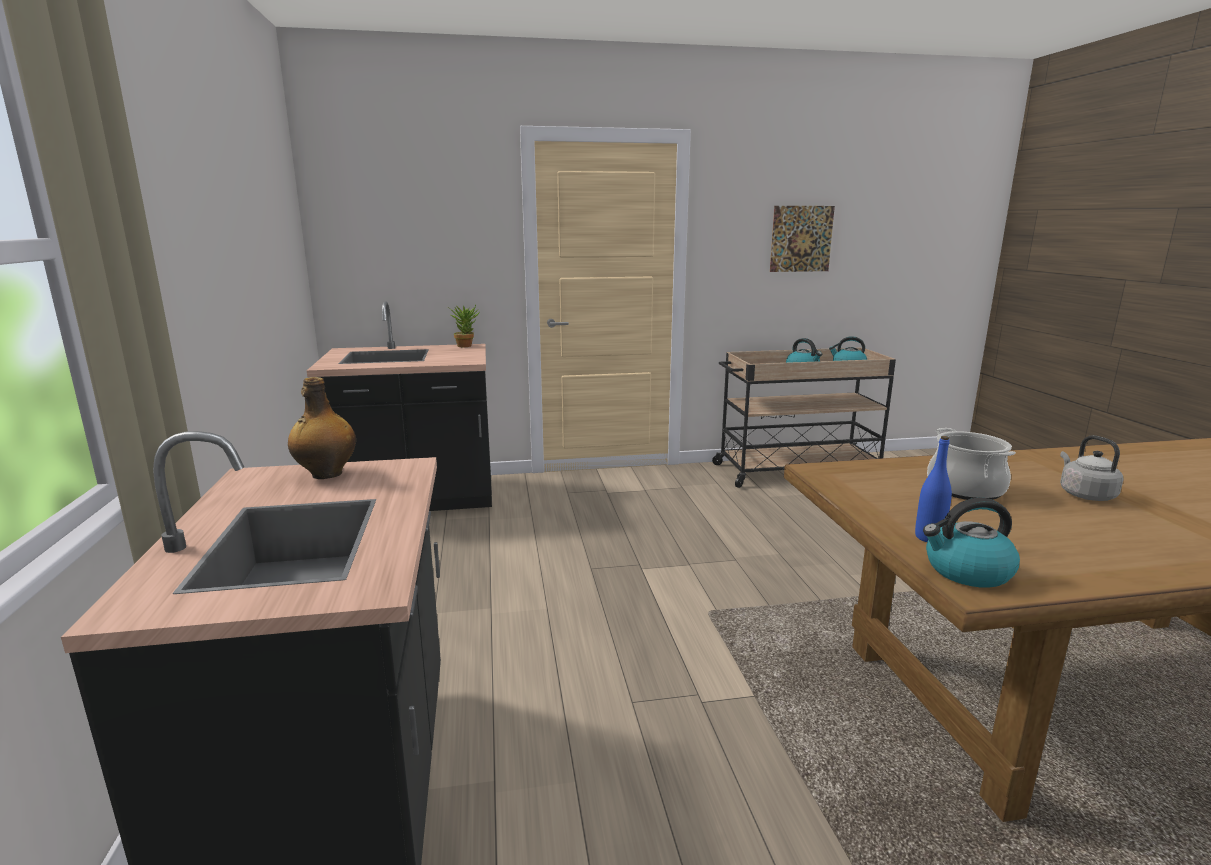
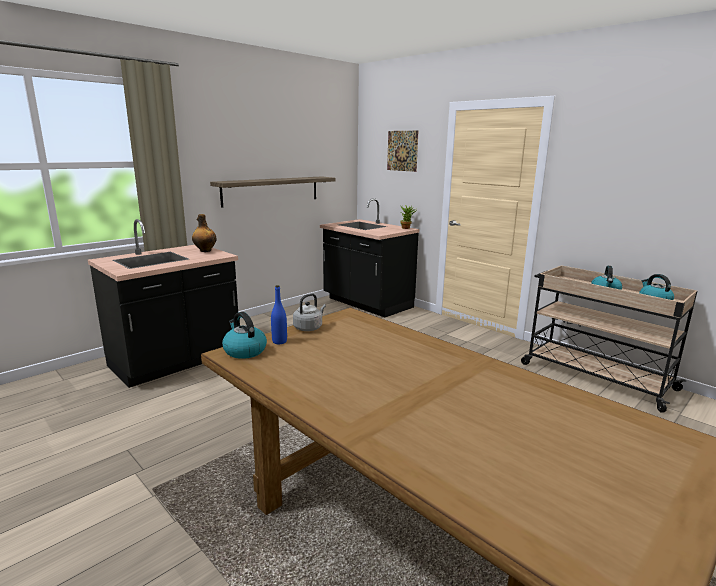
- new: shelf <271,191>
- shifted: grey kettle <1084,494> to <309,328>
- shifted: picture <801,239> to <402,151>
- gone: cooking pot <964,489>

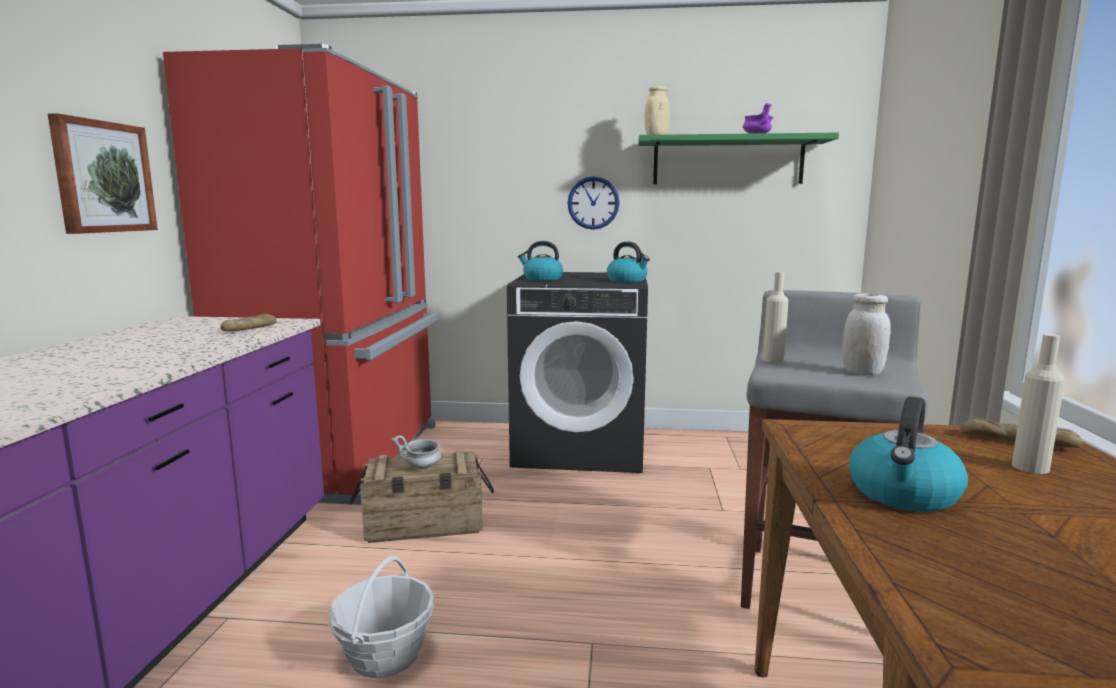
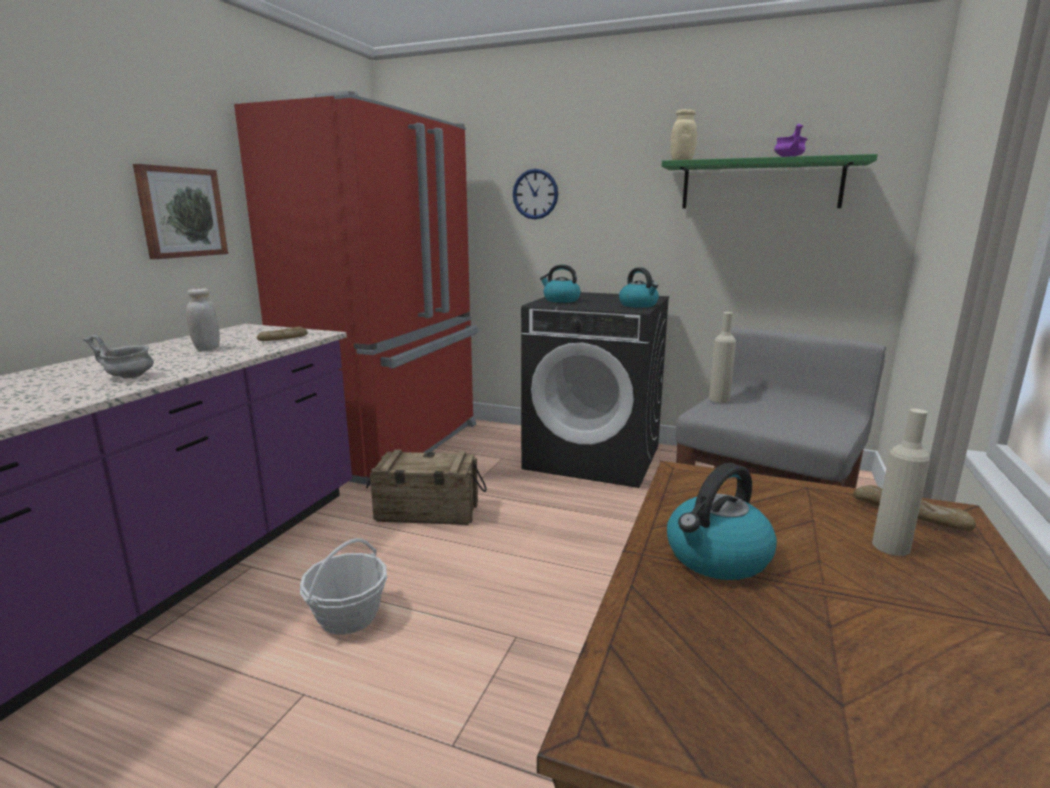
- shifted: grey bowl <422,467> to <128,377>
- shifted: white jar <862,372> to <207,348>
- shifted: wall clock <593,203> to <535,194>

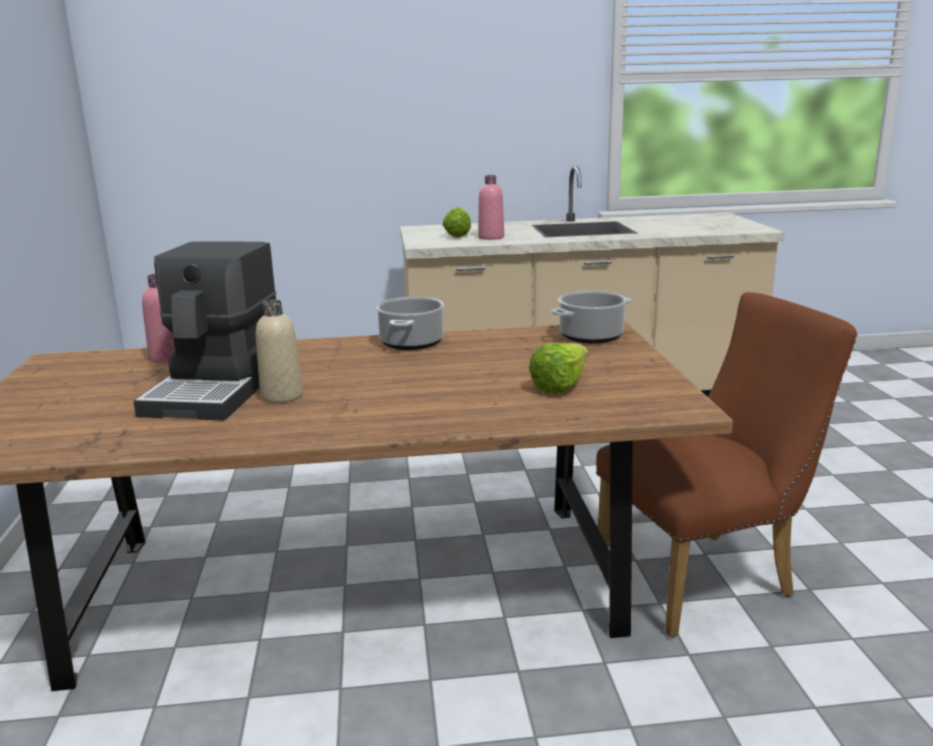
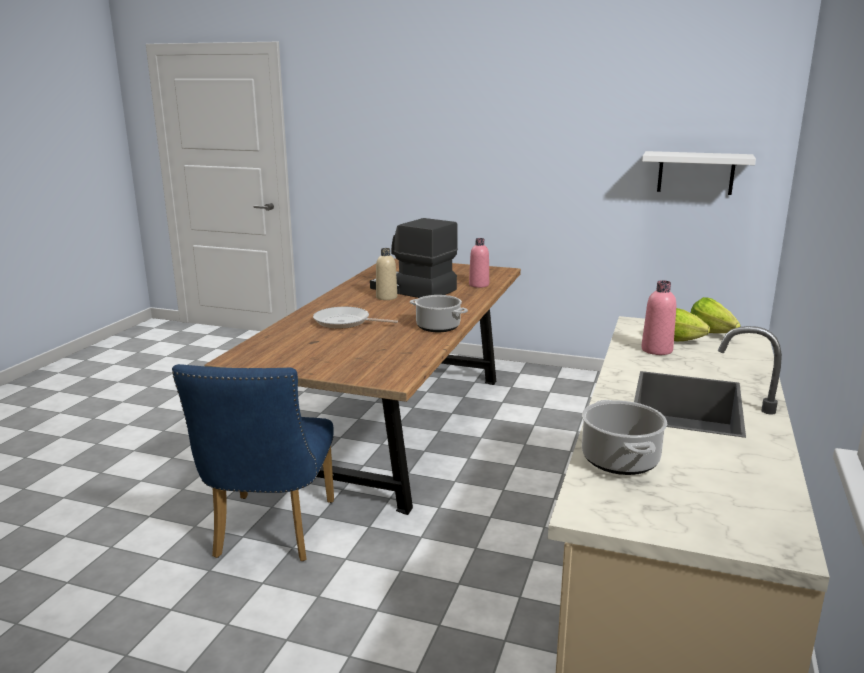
- repainted: brown chair <706,578> to blue chair <270,534>
- new: frying pan <345,322>
- shifted: cooking pot <590,337> to <619,459>
- new: white shelf <696,173>
- shifted: lettuce <565,385> to <714,335>

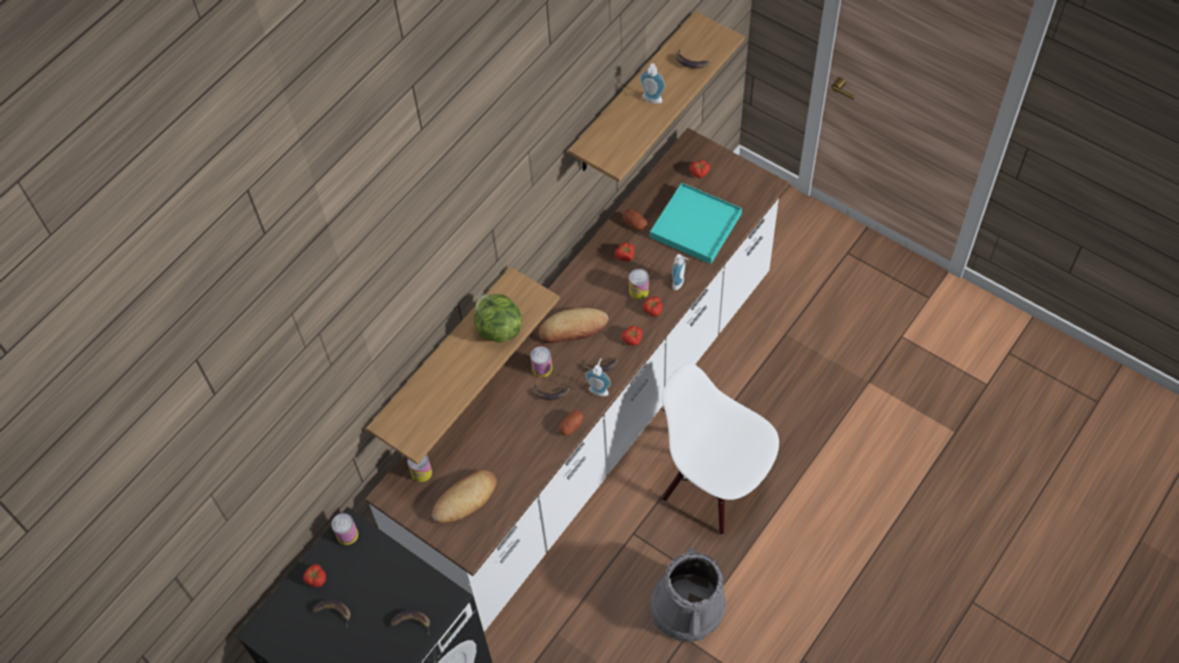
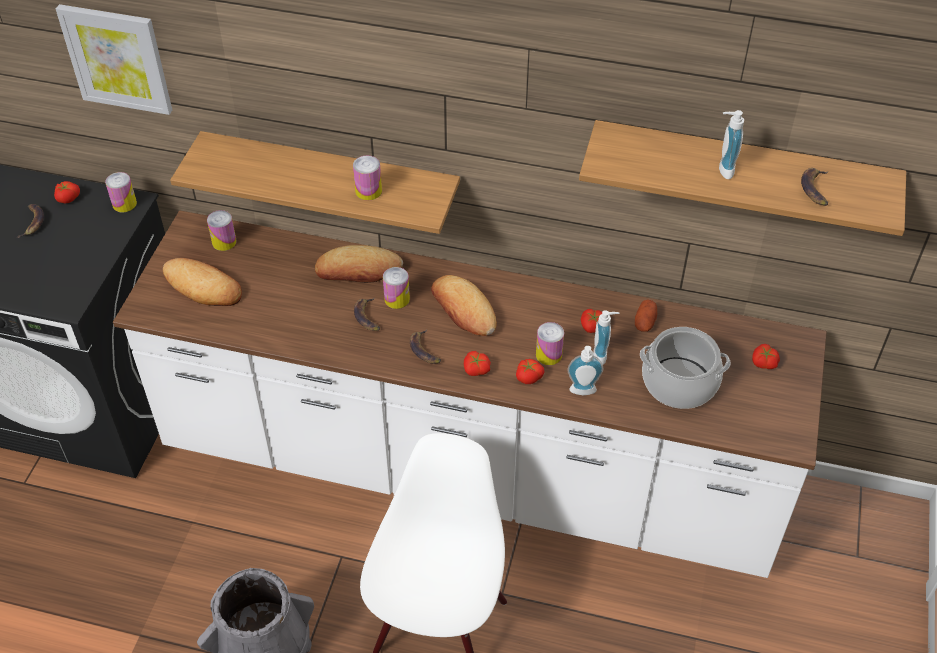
- new: picture <117,58>
- new: bread <358,270>
- swapped: lettuce <498,329> to can <368,191>
- shifted: soap dispenser <599,389> to <603,355>
- swapped: turquoise tray <695,225> to cooking pot <679,382>
- gone: banana <411,623>
- gone: potato <571,426>

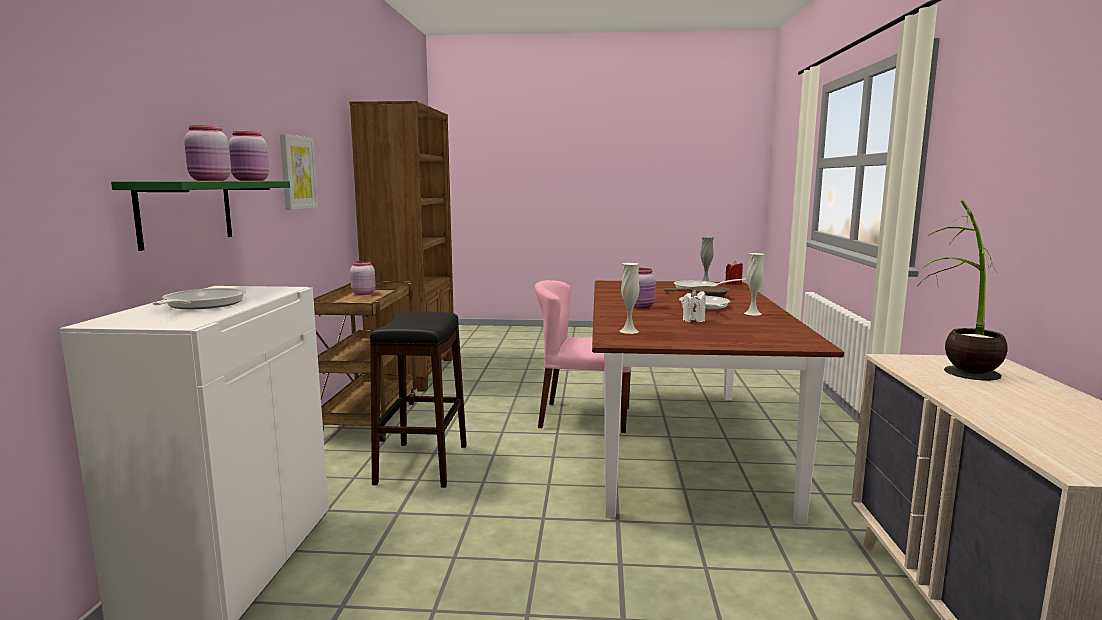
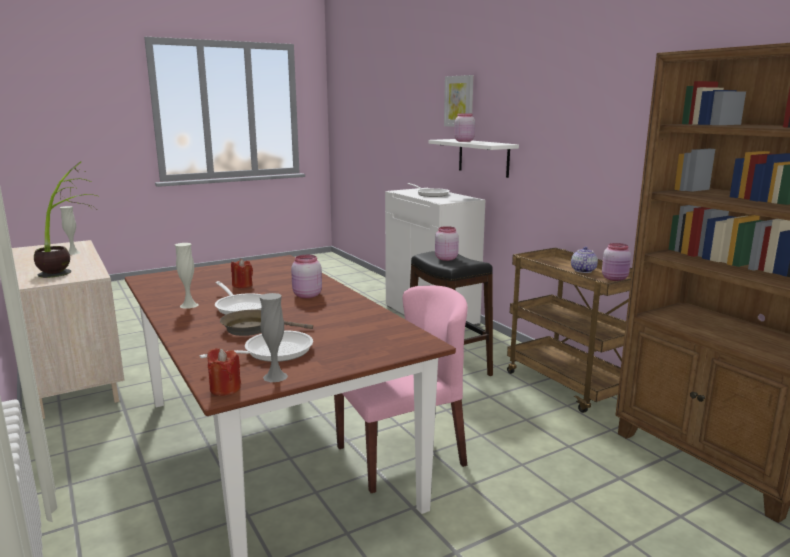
- shifted: white vase <629,331> to <73,253>
- repainted: white candle <693,320> to red candle <242,285>
- repainted: green shelf <186,212> to white shelf <483,157>
- shifted: pink jar <251,180> to <445,258>
- shifted: picture <297,172> to <459,101>
- new: teapot <583,270>

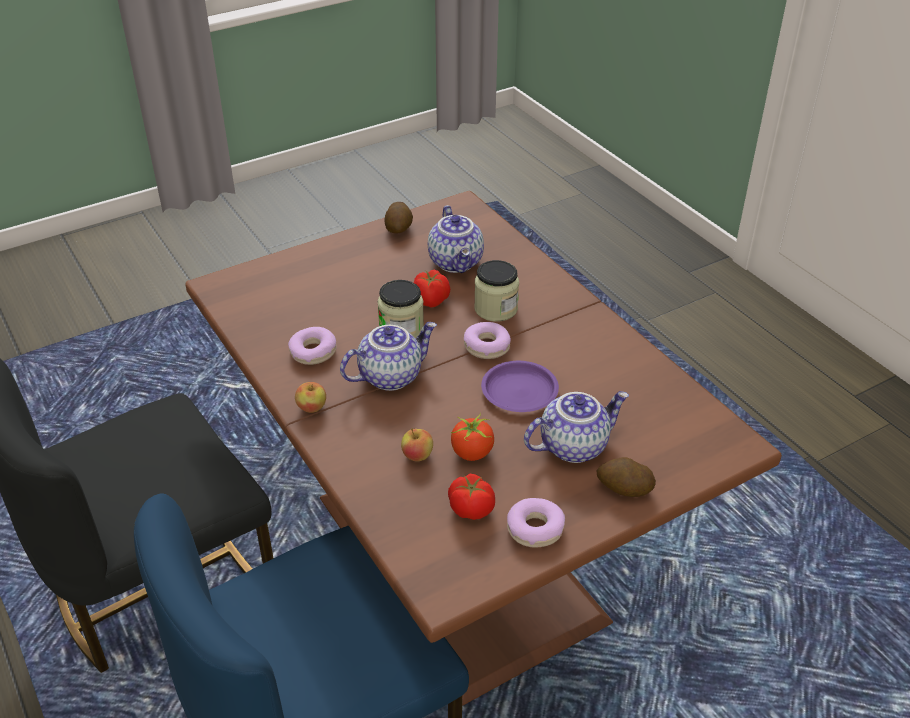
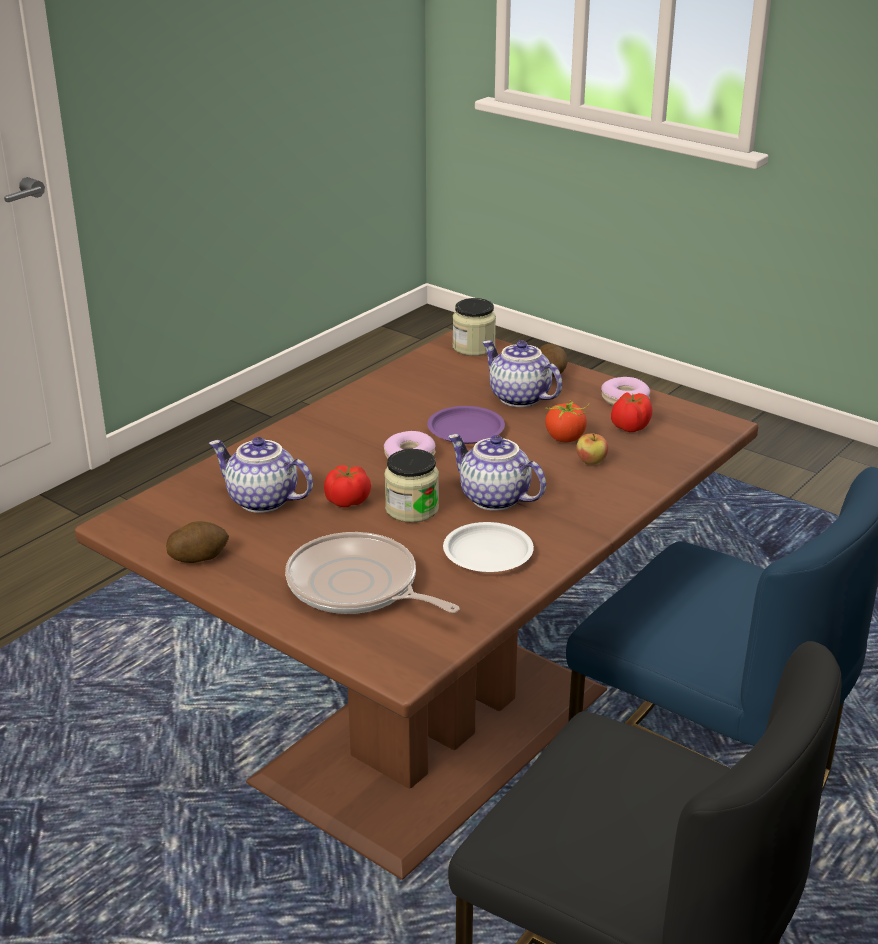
- rotated: teapot <457,262> = <261,501> 120 degrees counterclockwise
- new: frying pan <357,587>
- swapped: donut <313,352> to white plate <488,554>
- shifted: jar <496,309> to <473,347>
- gone: apple <312,408>

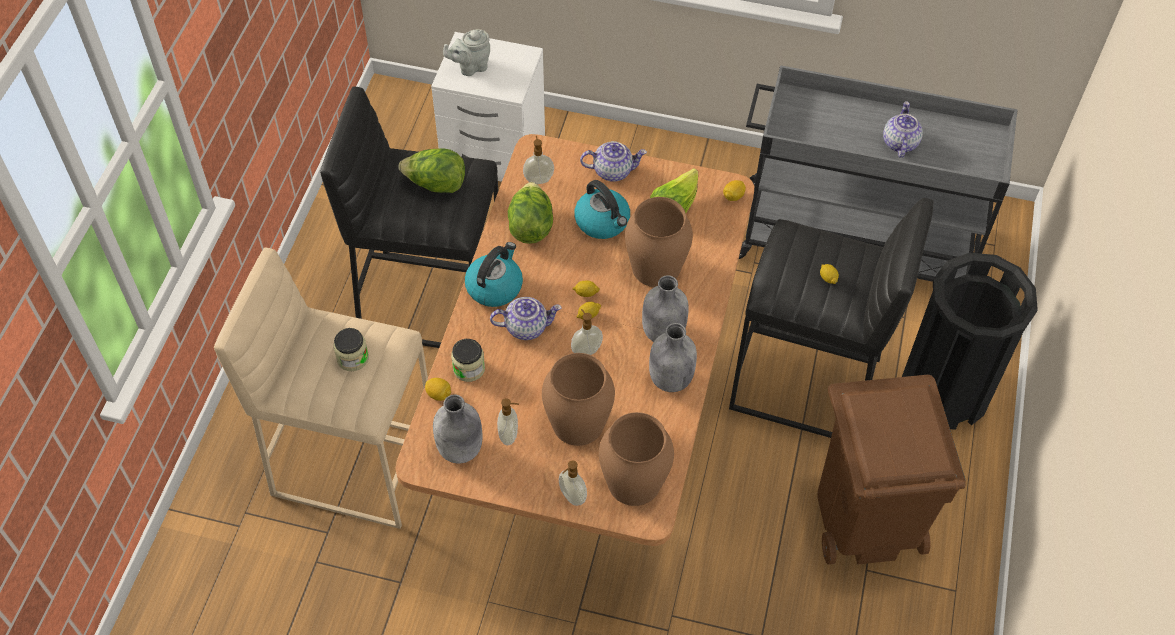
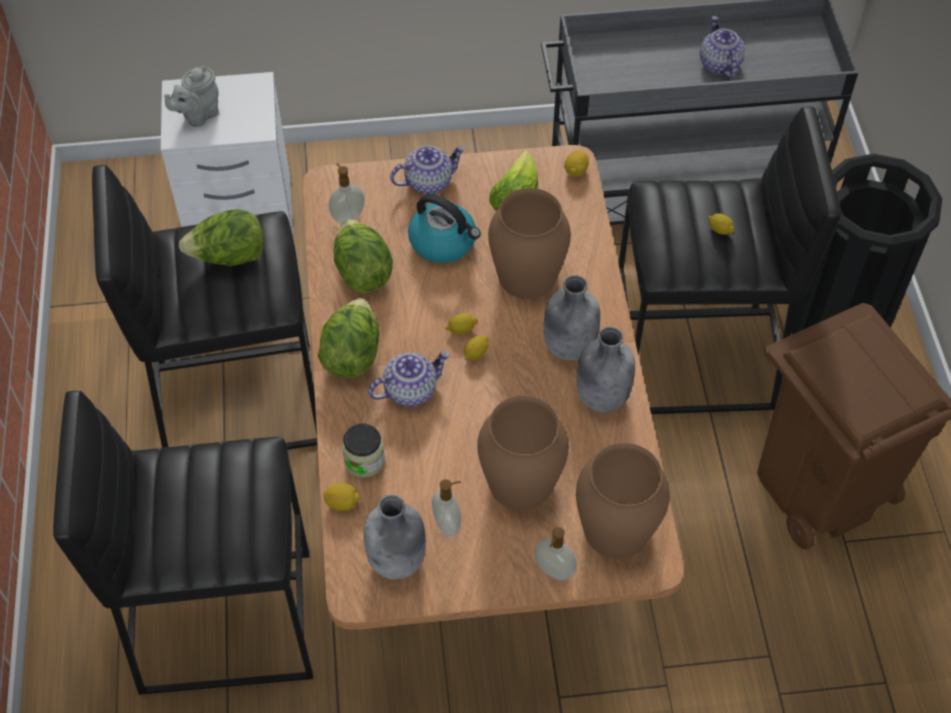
- repainted: beige stool <354,462> to black stool <224,619>
- swapped: kettle <494,286> to lettuce <352,354>
- gone: jar <353,358>
- gone: soap dispenser <586,350>

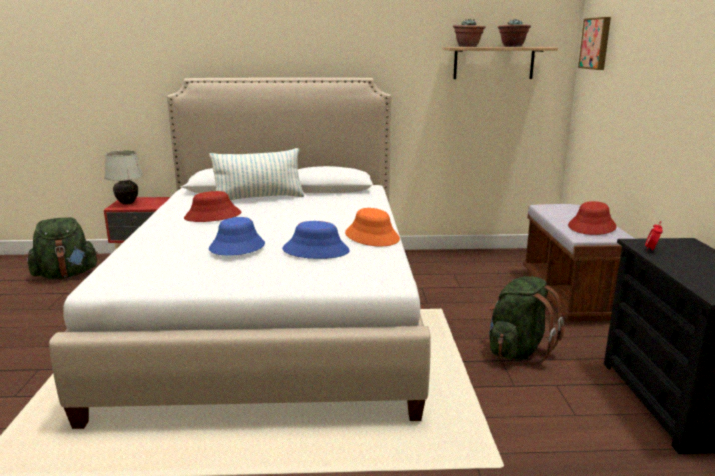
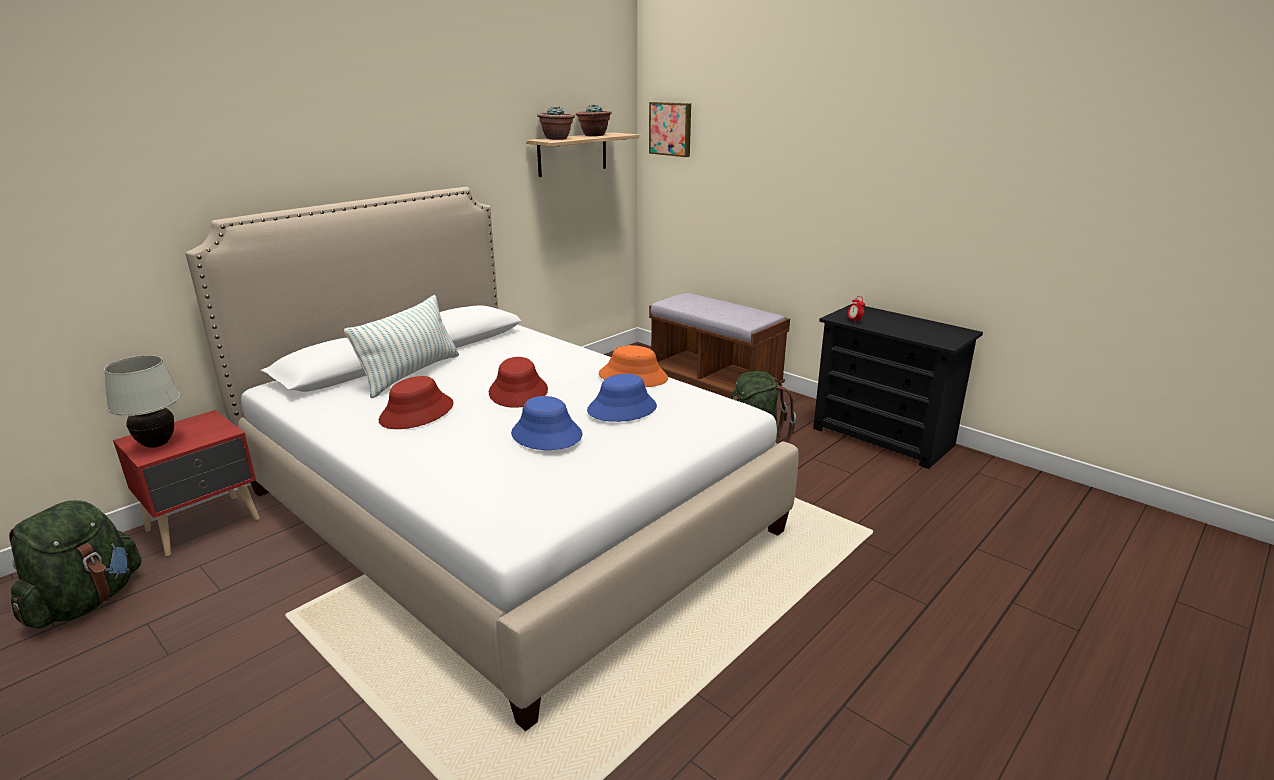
- shifted: red hat <592,226> to <518,392>

